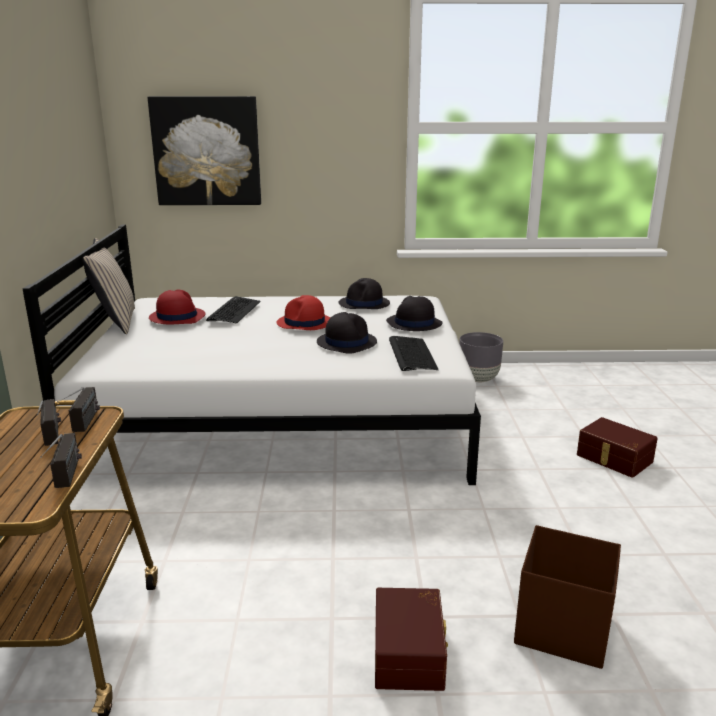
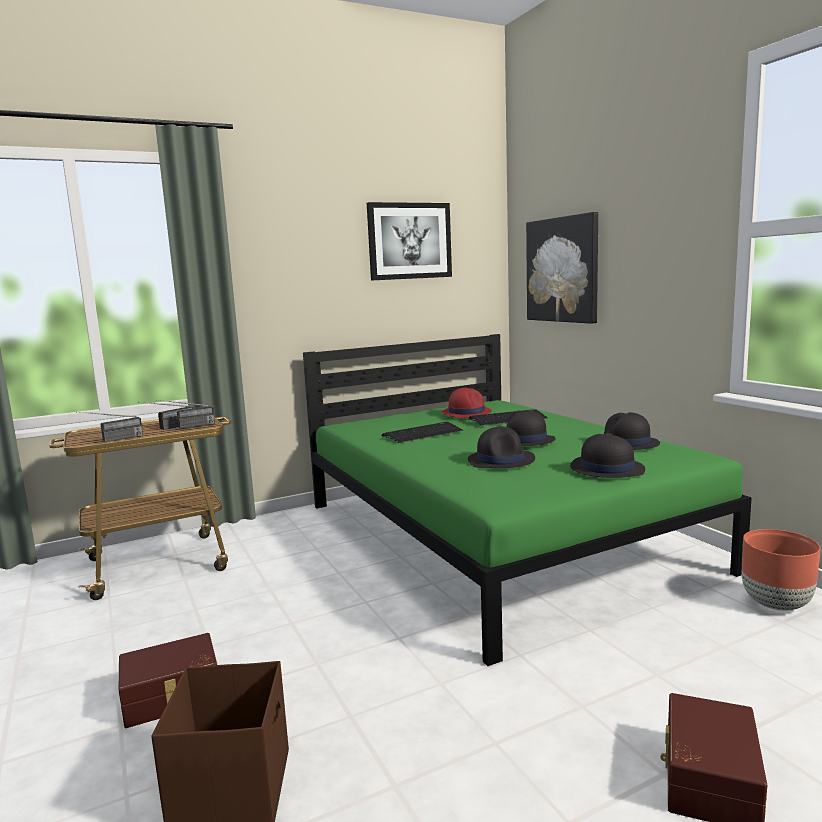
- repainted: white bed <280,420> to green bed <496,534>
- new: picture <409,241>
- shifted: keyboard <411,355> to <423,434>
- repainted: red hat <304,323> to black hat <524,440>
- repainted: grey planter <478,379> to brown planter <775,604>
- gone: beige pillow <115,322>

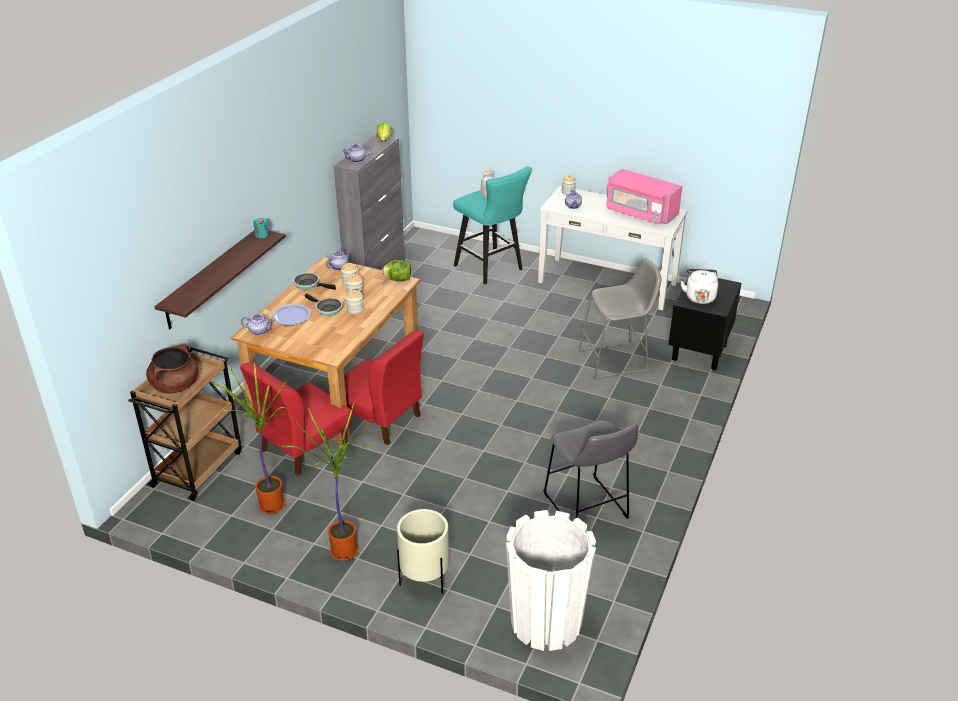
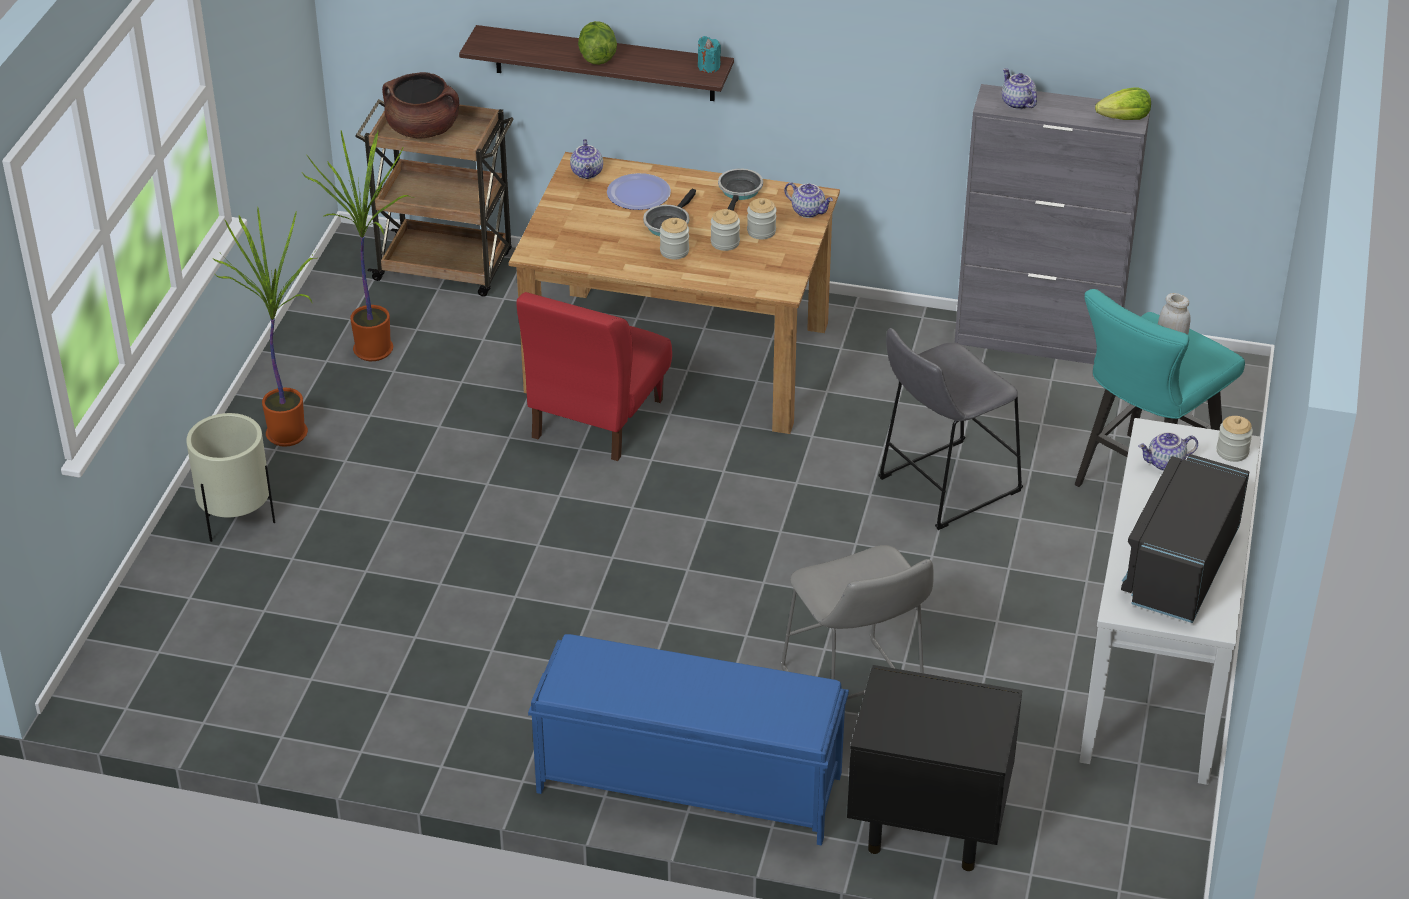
- new: blue bench <687,782>
- shifted: lettuce <398,280> to <597,57>
- shifted: grey stool <587,509> to <943,487>
- repainted: pink microwave <640,213> to black microwave <1180,567>
- gone: red chair <303,447>
- gone: white planter <546,622>
- gone: white kettle <699,297>

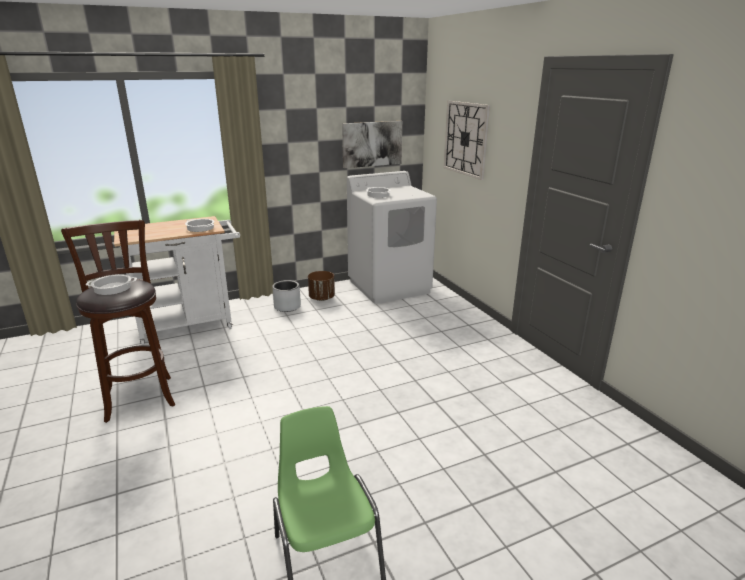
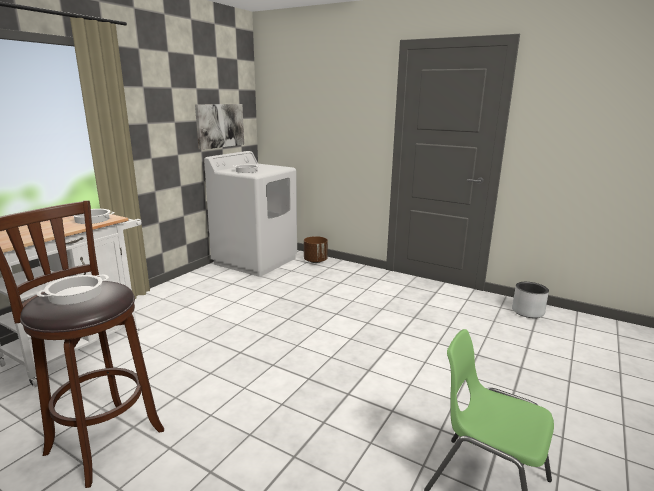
- shifted: brown planter <322,298> to <315,261>
- shifted: grey planter <287,306> to <527,311>
- gone: wall clock <466,139>

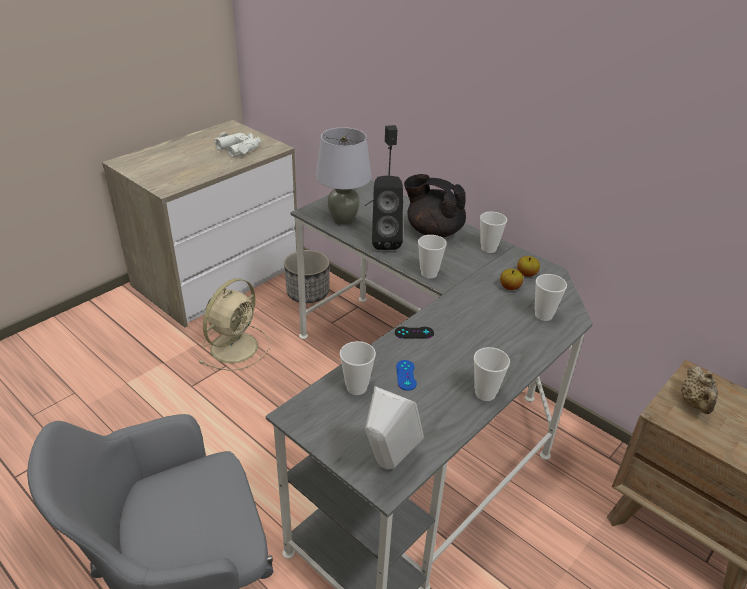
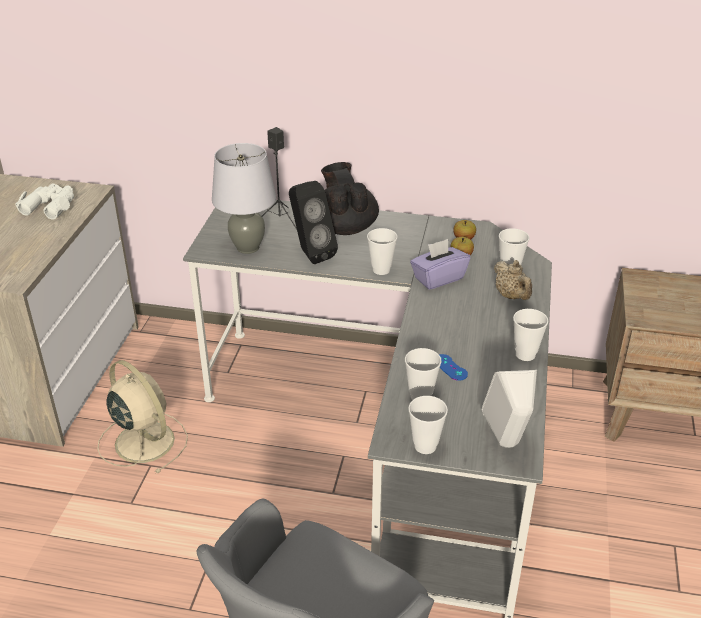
- rotated: beige fan <235,346> = <143,440> 45 degrees counterclockwise
- rotated: black teapot <433,231> = <345,227> 75 degrees clockwise
- shifted: cup <488,248> to <425,446>
- new: purple tissue box <438,278>
- shifted: beige teapot <695,404> to <511,296>
- gone: planter <307,293>
- gone: black game controller <414,333>

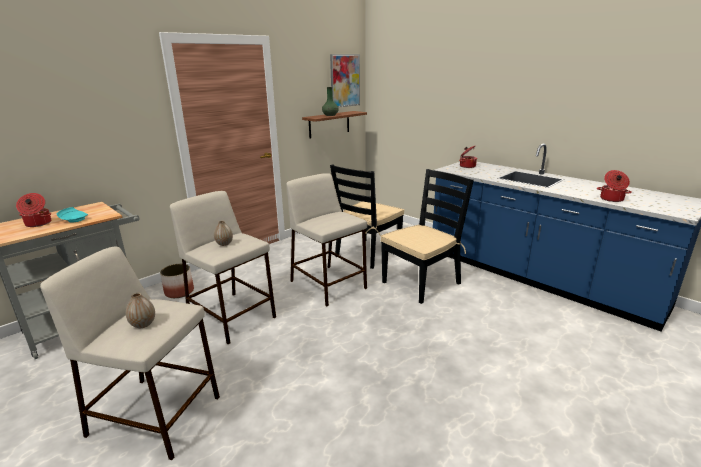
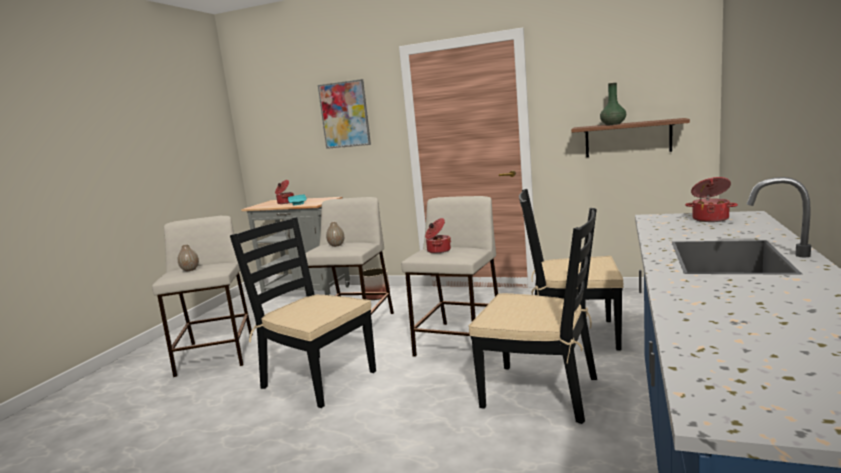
- new: black chair <317,379>
- shifted: picture <345,80> to <344,114>
- shifted: cooking pot <611,199> to <438,250>

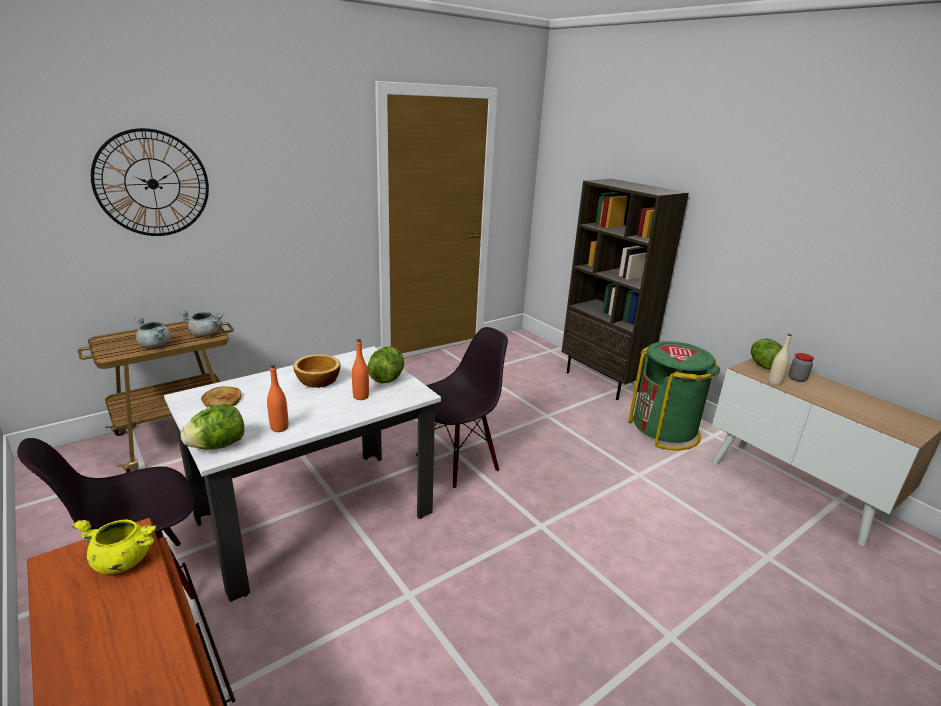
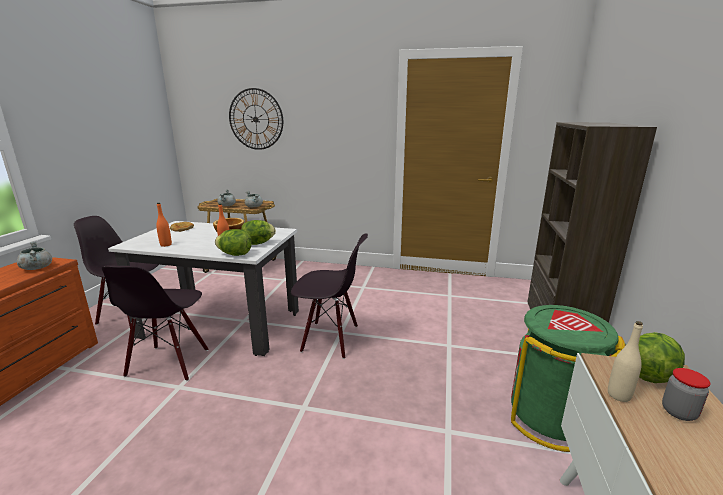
- repainted: yellow cooking pot <122,561> to grey cooking pot <37,268>
- new: black chair <169,363>
- shifted: lettuce <218,446> to <235,254>

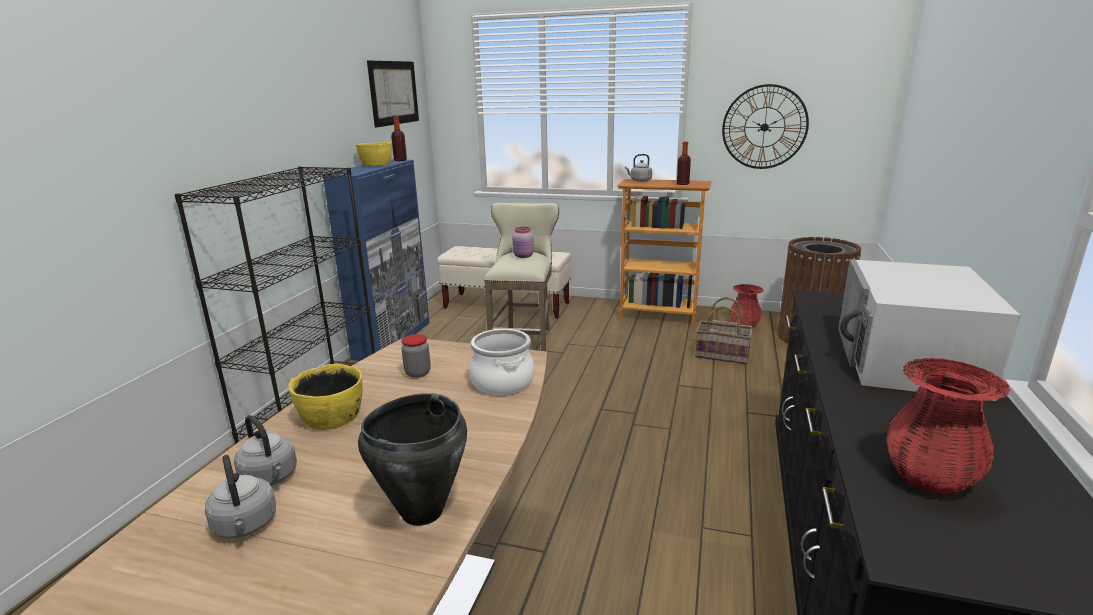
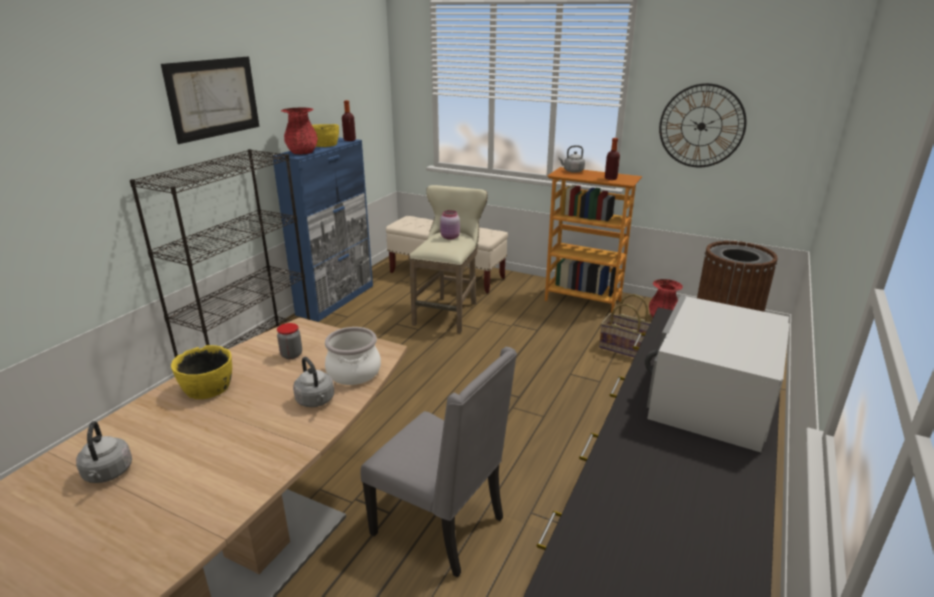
- shifted: picture <394,93> to <214,98>
- shifted: red vase <930,478> to <302,152>
- shifted: grey kettle <270,478> to <316,401>
- new: grey chair <441,526>
- gone: black cooking pot <421,512>

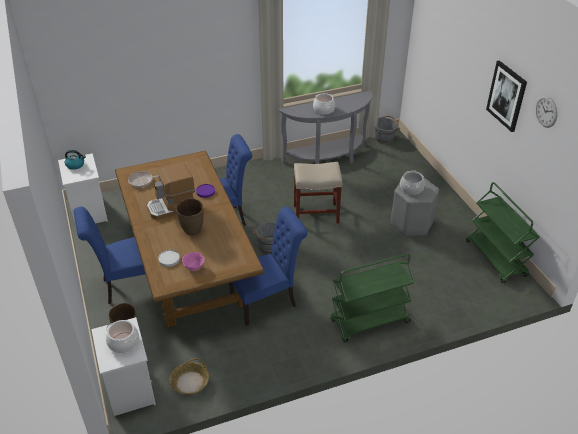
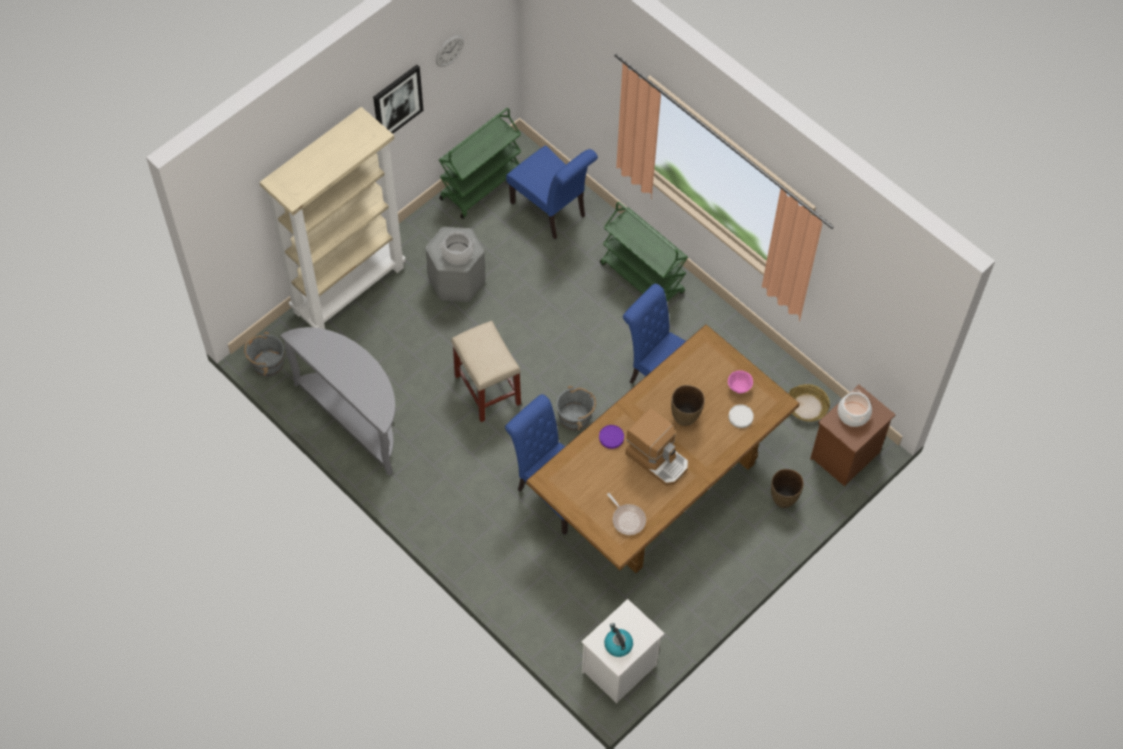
- new: beige bookcase <349,288>
- shifted: blue chair <128,286> to <551,211>
- repainted: white nightstand <129,389> to brown nightstand <845,456>
- gone: cooking pot <323,109>

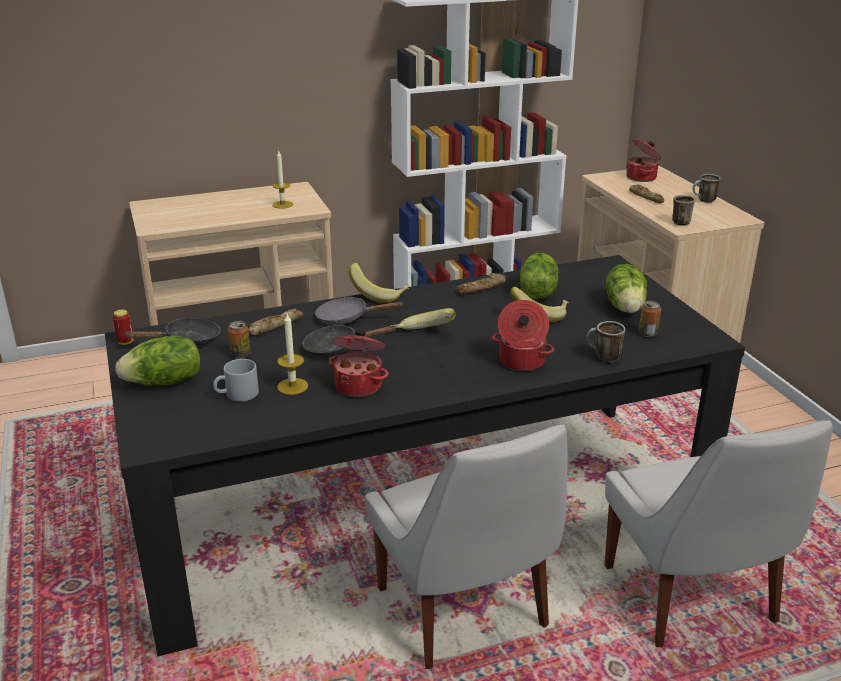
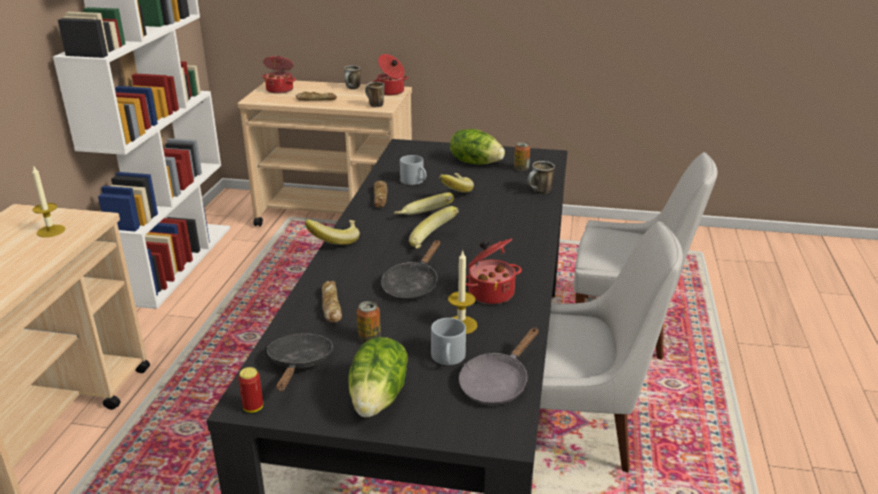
- shifted: cooking pot <521,362> to <391,92>
- new: banana <423,219>
- swapped: lettuce <537,292> to grey mug <415,181>
- shifted: grey frying pan <347,318> to <497,383>

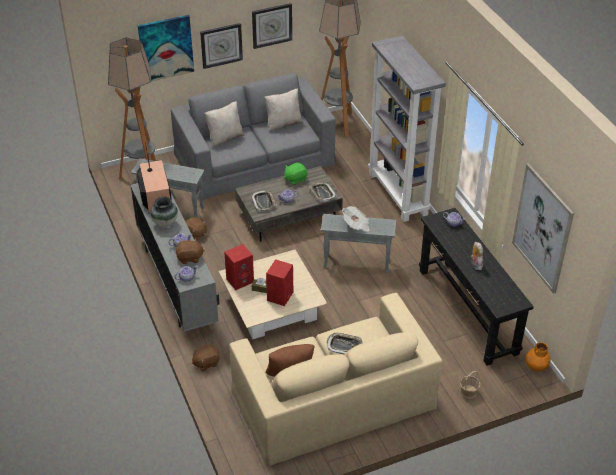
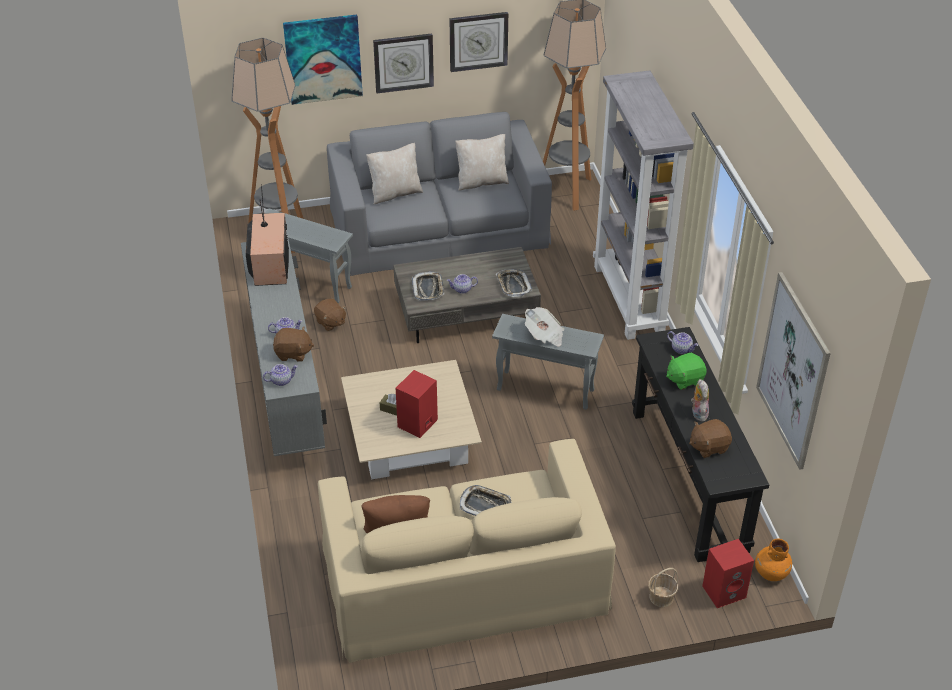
- shifted: green plush toy <295,179> to <684,379>
- shifted: brown plush toy <206,363> to <708,446>
- shifted: red speaker <240,280> to <724,591>
- gone: vase <165,223>

